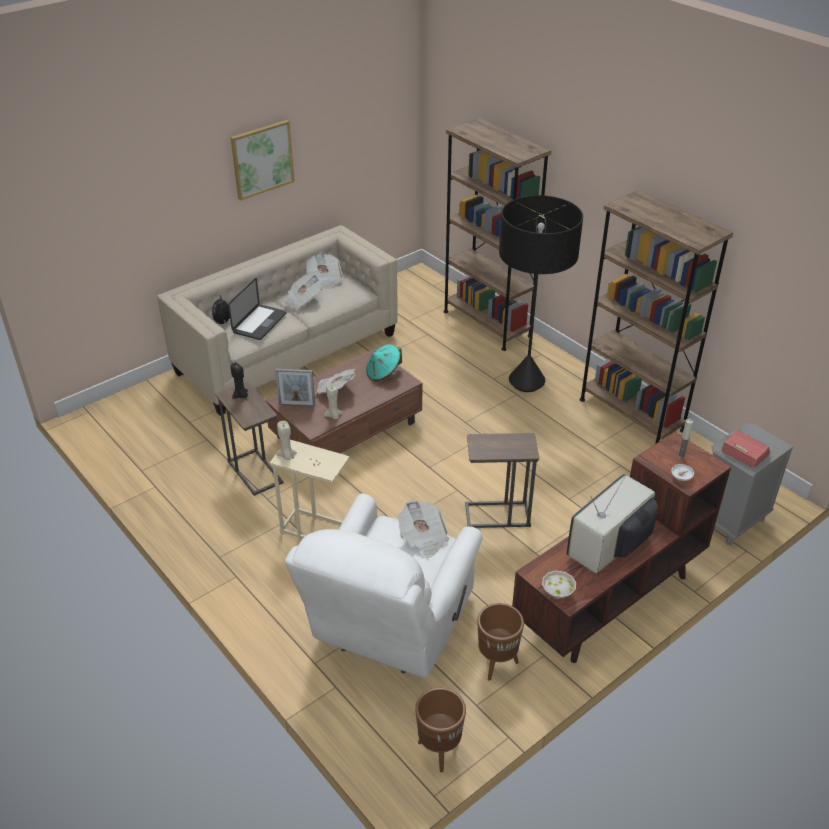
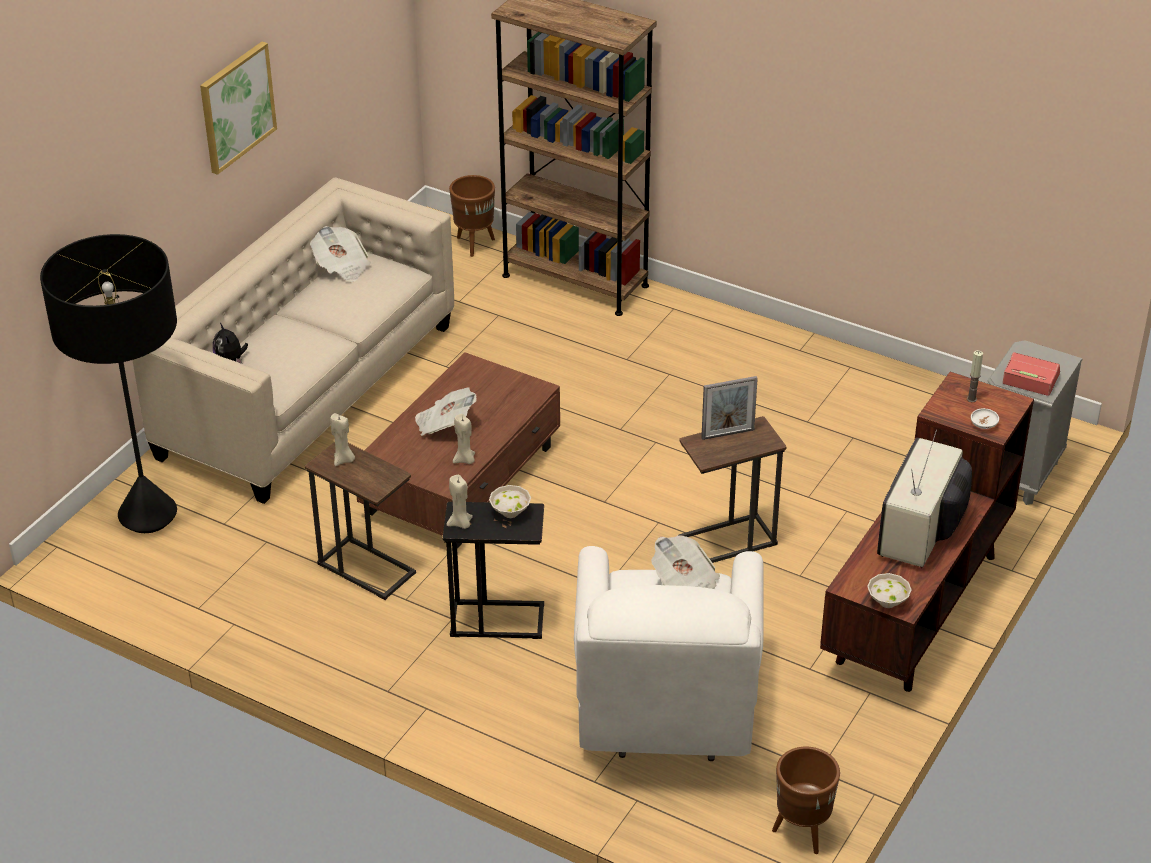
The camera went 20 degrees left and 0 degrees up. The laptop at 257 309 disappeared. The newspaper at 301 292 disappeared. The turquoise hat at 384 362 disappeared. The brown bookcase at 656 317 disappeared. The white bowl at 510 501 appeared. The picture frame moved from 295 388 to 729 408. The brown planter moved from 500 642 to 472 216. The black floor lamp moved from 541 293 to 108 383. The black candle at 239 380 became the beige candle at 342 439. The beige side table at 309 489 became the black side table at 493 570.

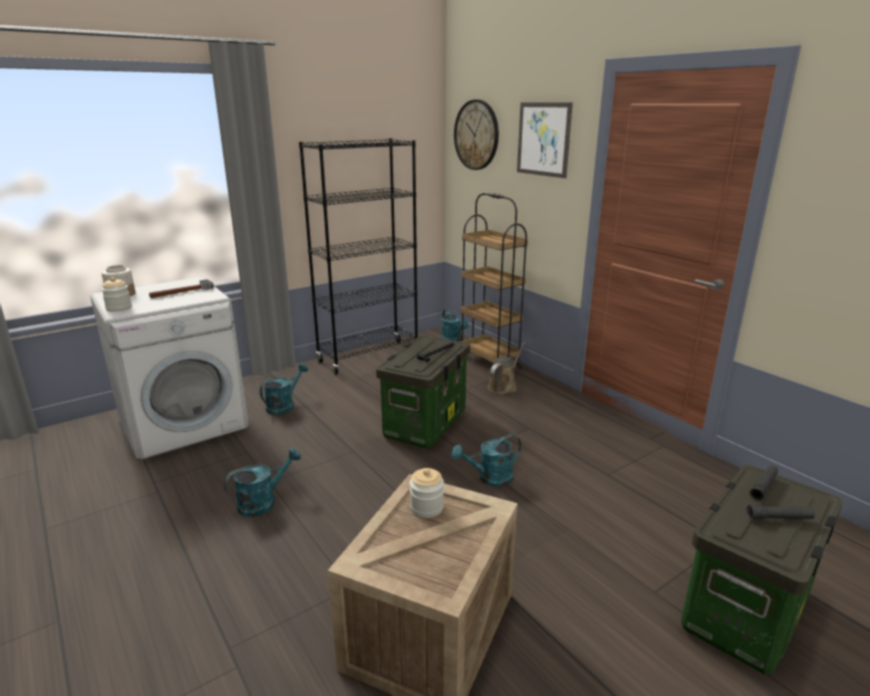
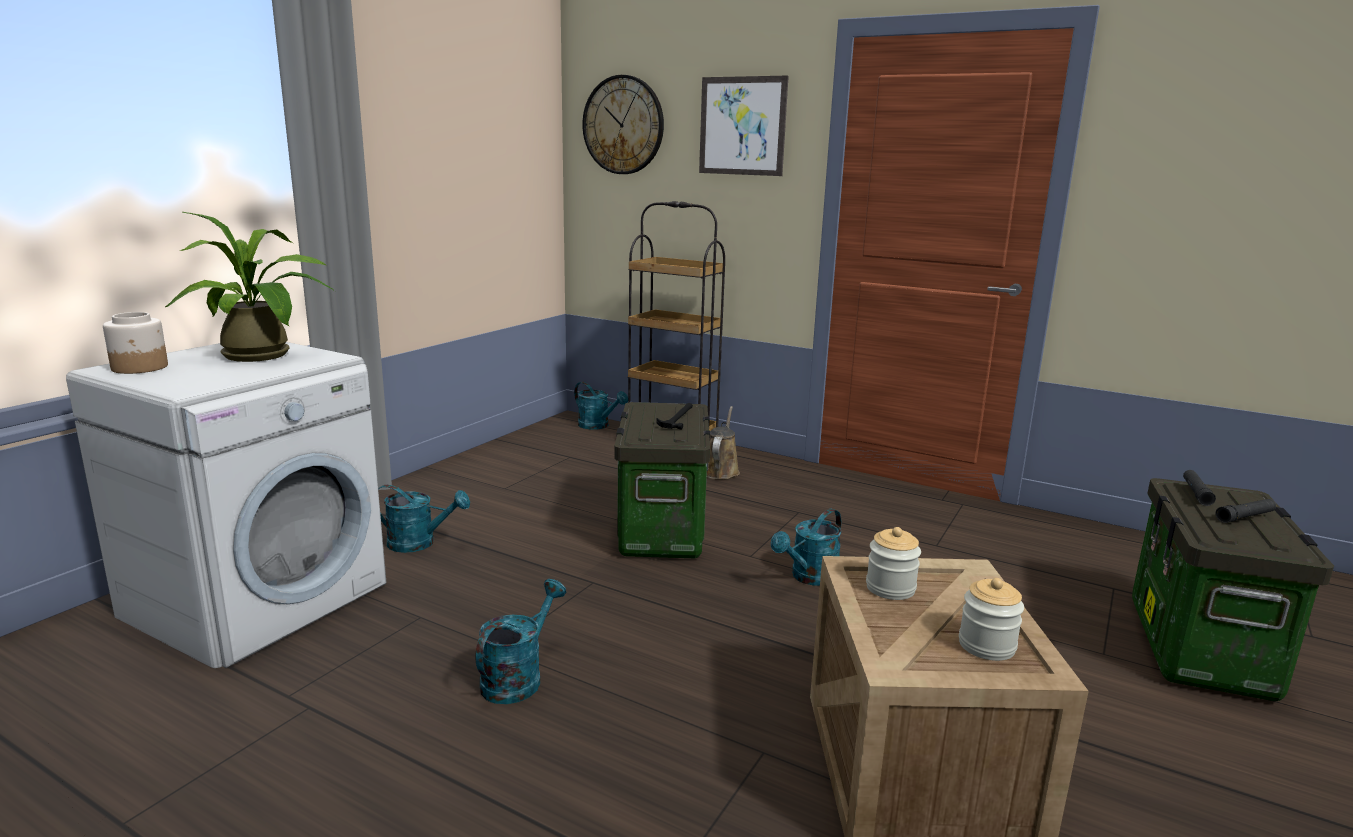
The camera went 25 degrees left and 5 degrees down. The black bookcase at 358 256 disappeared. The jar moved from 116 294 to 991 619. The hammer at 181 288 was replaced by the potted plant at 250 287. The turquoise watering can at 284 389 turned 90 degrees clockwise.

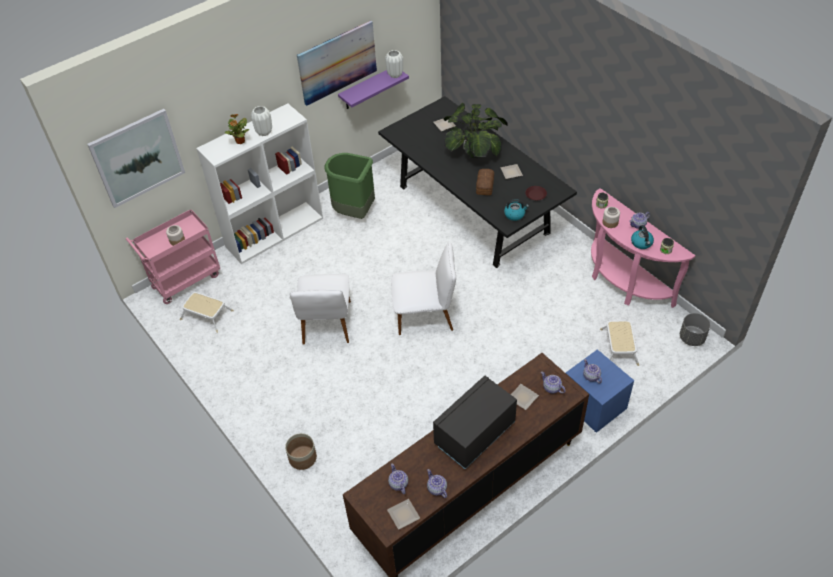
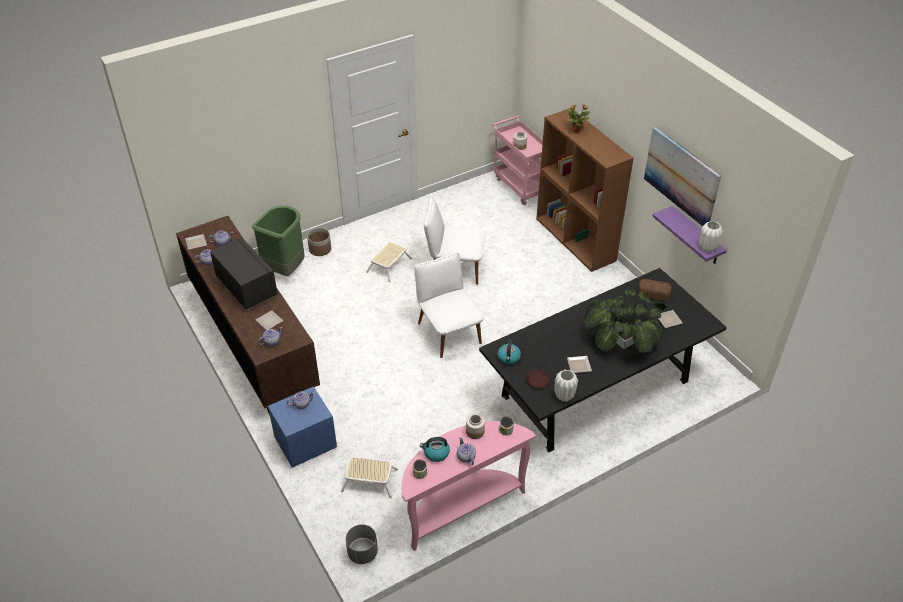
The camera went 95 degrees right and 5 degrees down. The picture at 136 158 disappeared. The beige step ladder moved from 207 312 to 389 262. The white vase moved from 261 121 to 566 386. The green trash can moved from 349 186 to 278 241. The bread moved from 485 182 to 655 290. The white bookcase at 259 184 became the brown bookcase at 585 190. The white chair at 423 288 turned 150 degrees clockwise.

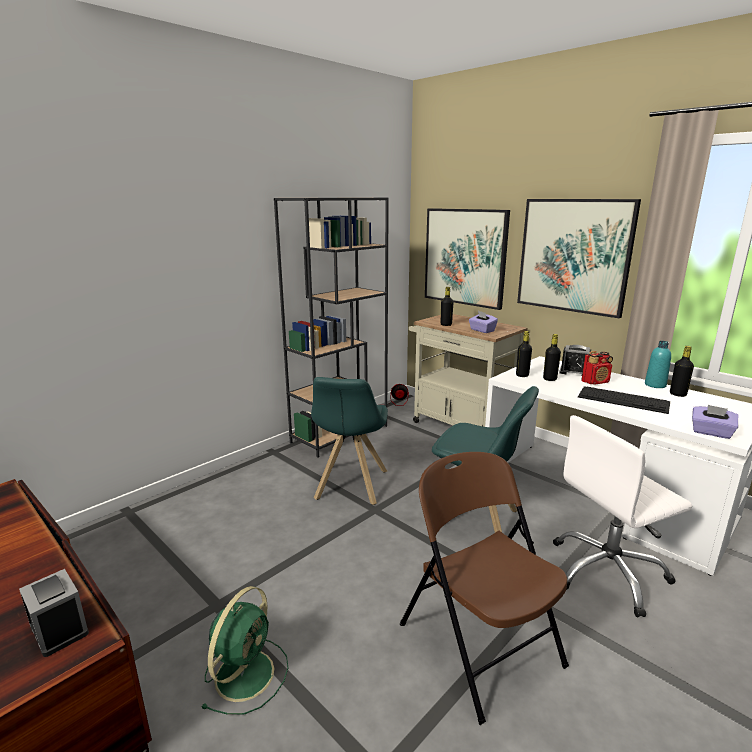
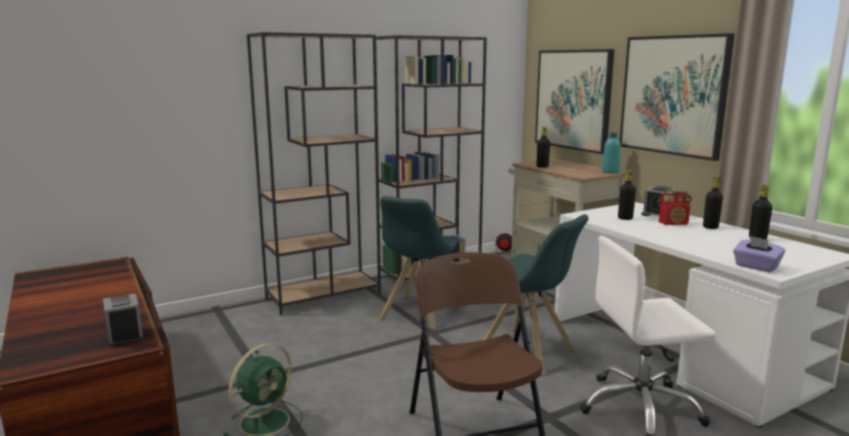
The camera went 15 degrees right and 5 degrees down. The purple tissue box at 483 322 disappeared. The keyboard at 624 400 disappeared. The bookcase at 314 173 appeared. The black bottle moved from 524 354 to 713 203. The turquoise bottle moved from 658 364 to 611 153.

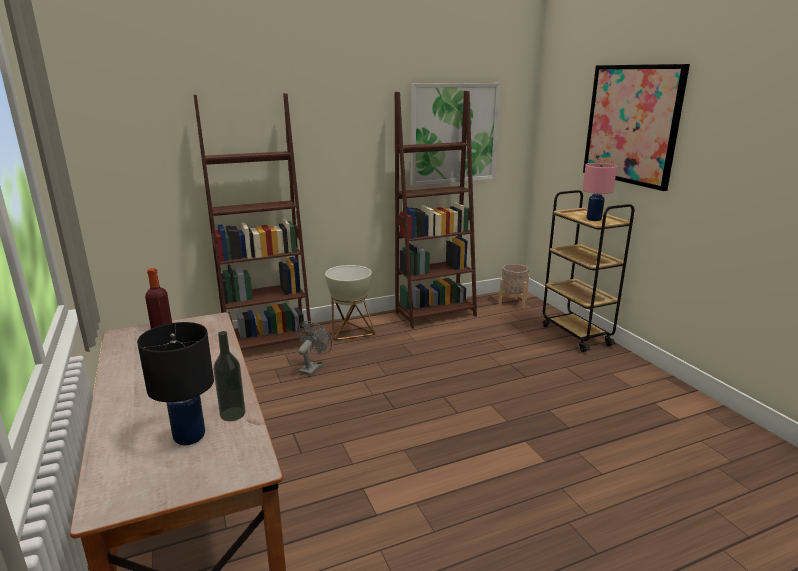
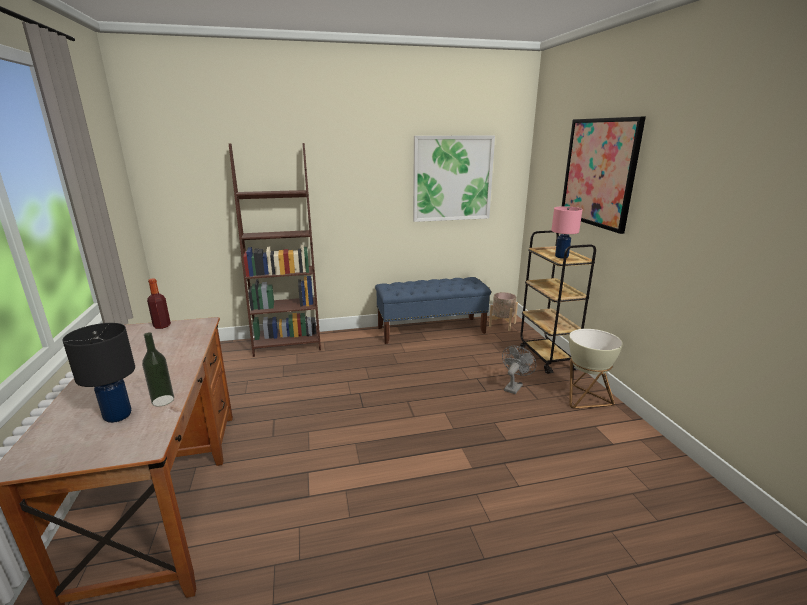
The camera went 10 degrees right and 0 degrees up. The grey fan moved from 314 348 to 519 370. The planter moved from 350 302 to 596 369. The brown bookcase at 436 209 was replaced by the blue bench at 433 310.

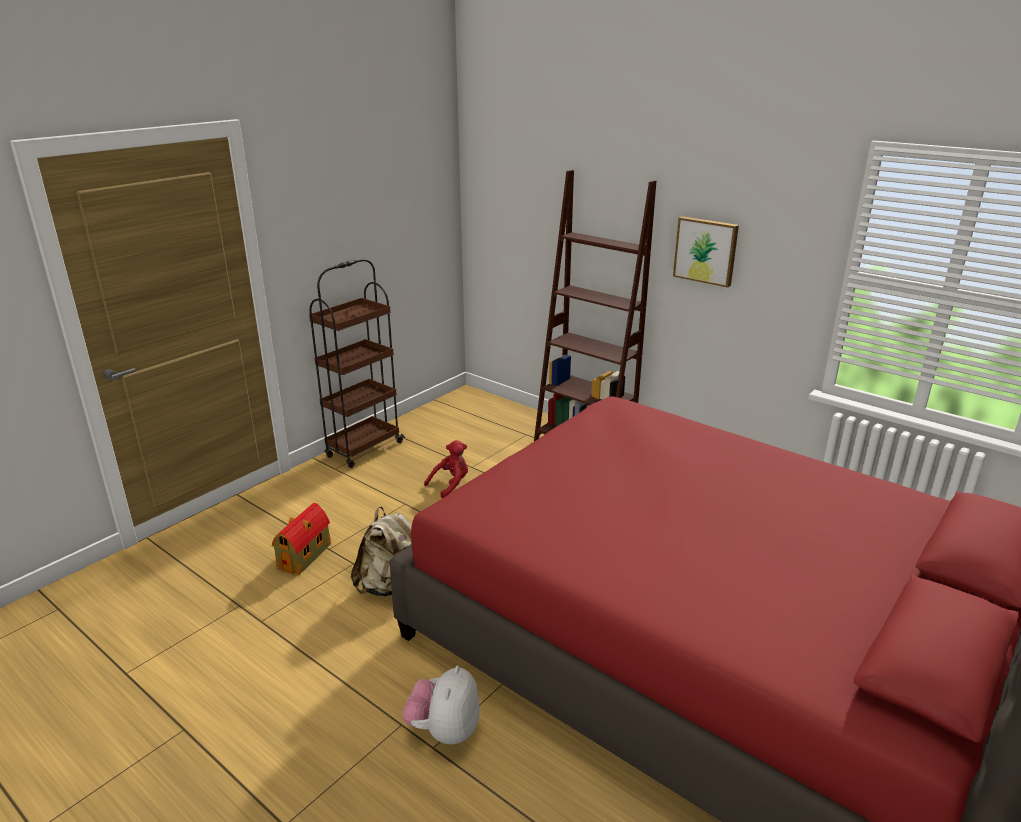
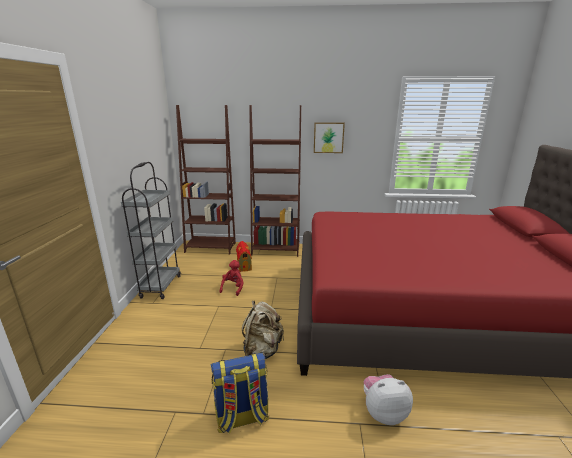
The camera went 35 degrees left and 5 degrees down. The brown bookcase at 206 180 appeared. The backpack at 240 393 appeared. The toy house moved from 301 539 to 244 256. The brown cart at 357 363 became the grey cart at 151 230. The plush toy at 441 705 turned 105 degrees clockwise.

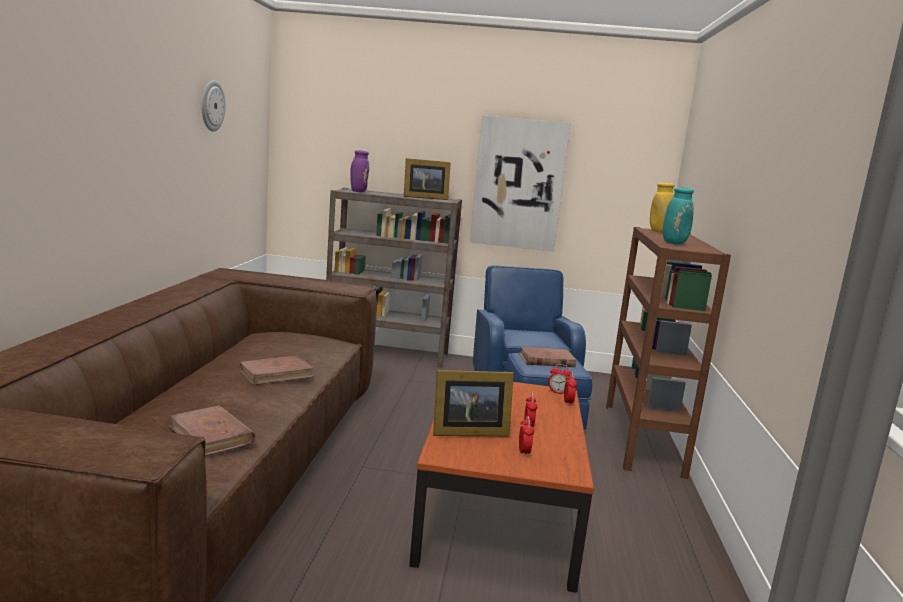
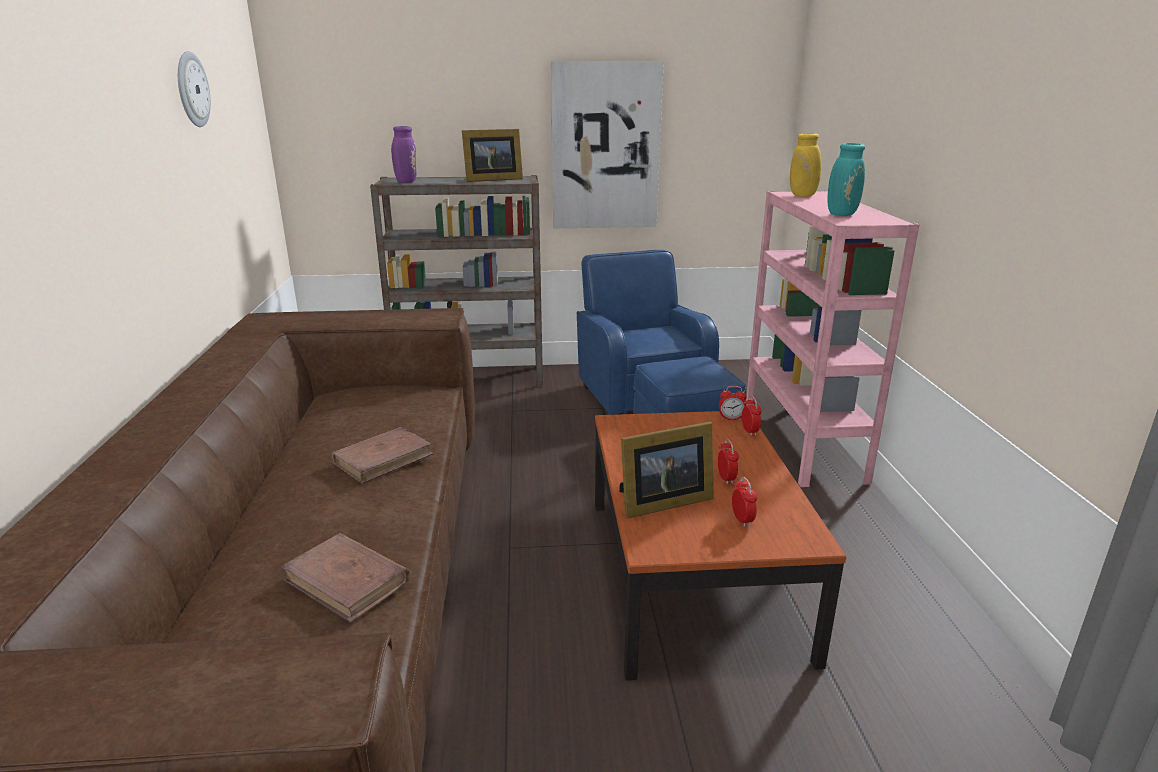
The camera went 10 degrees left and 10 degrees up. The brown book at 547 356 disappeared. The brown bookcase at 668 353 became the pink bookcase at 832 338.

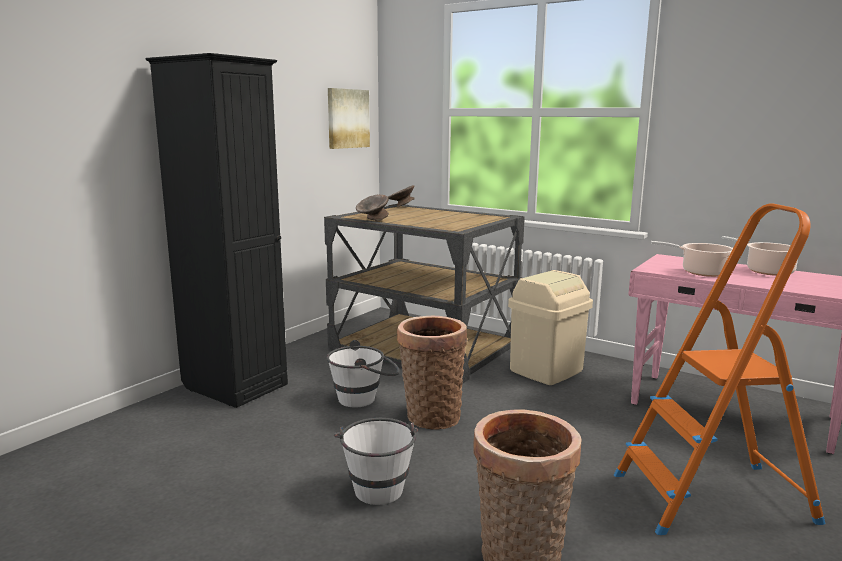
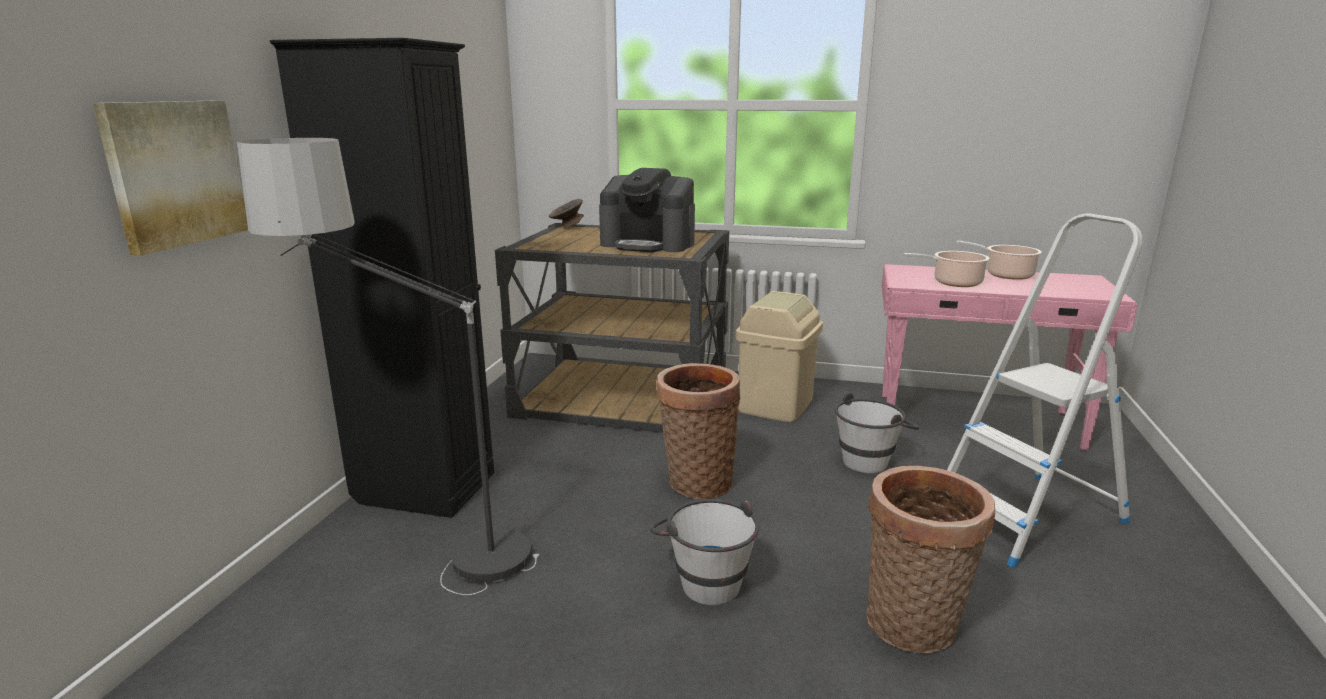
The camera went 20 degrees left and 5 degrees up. The grey bowl at 372 208 disappeared. The floor lamp at 388 366 appeared. The coffee machine at 647 210 appeared. The white bucket moved from 363 373 to 877 433. The picture moved from 349 118 to 170 177. The orange step ladder at 719 369 became the white step ladder at 1045 390.

